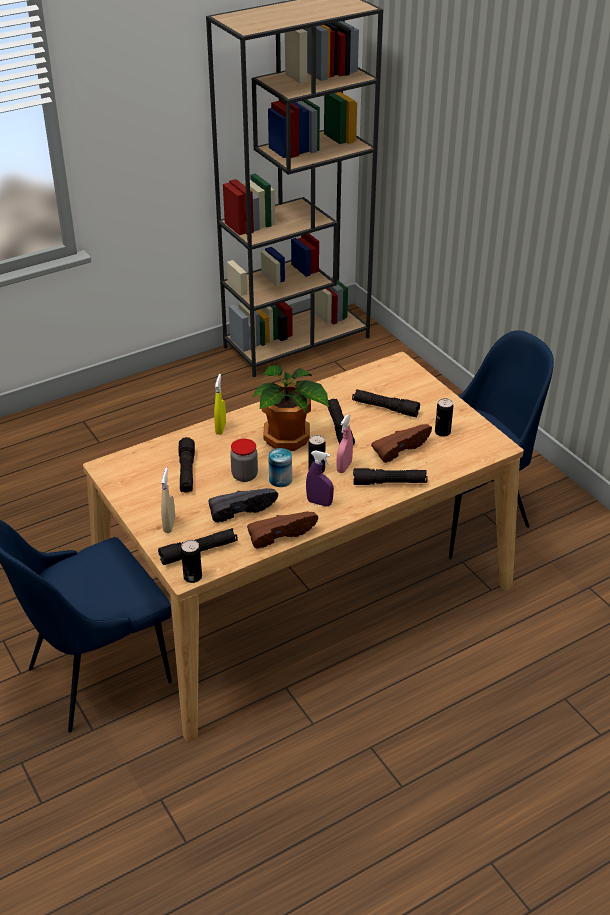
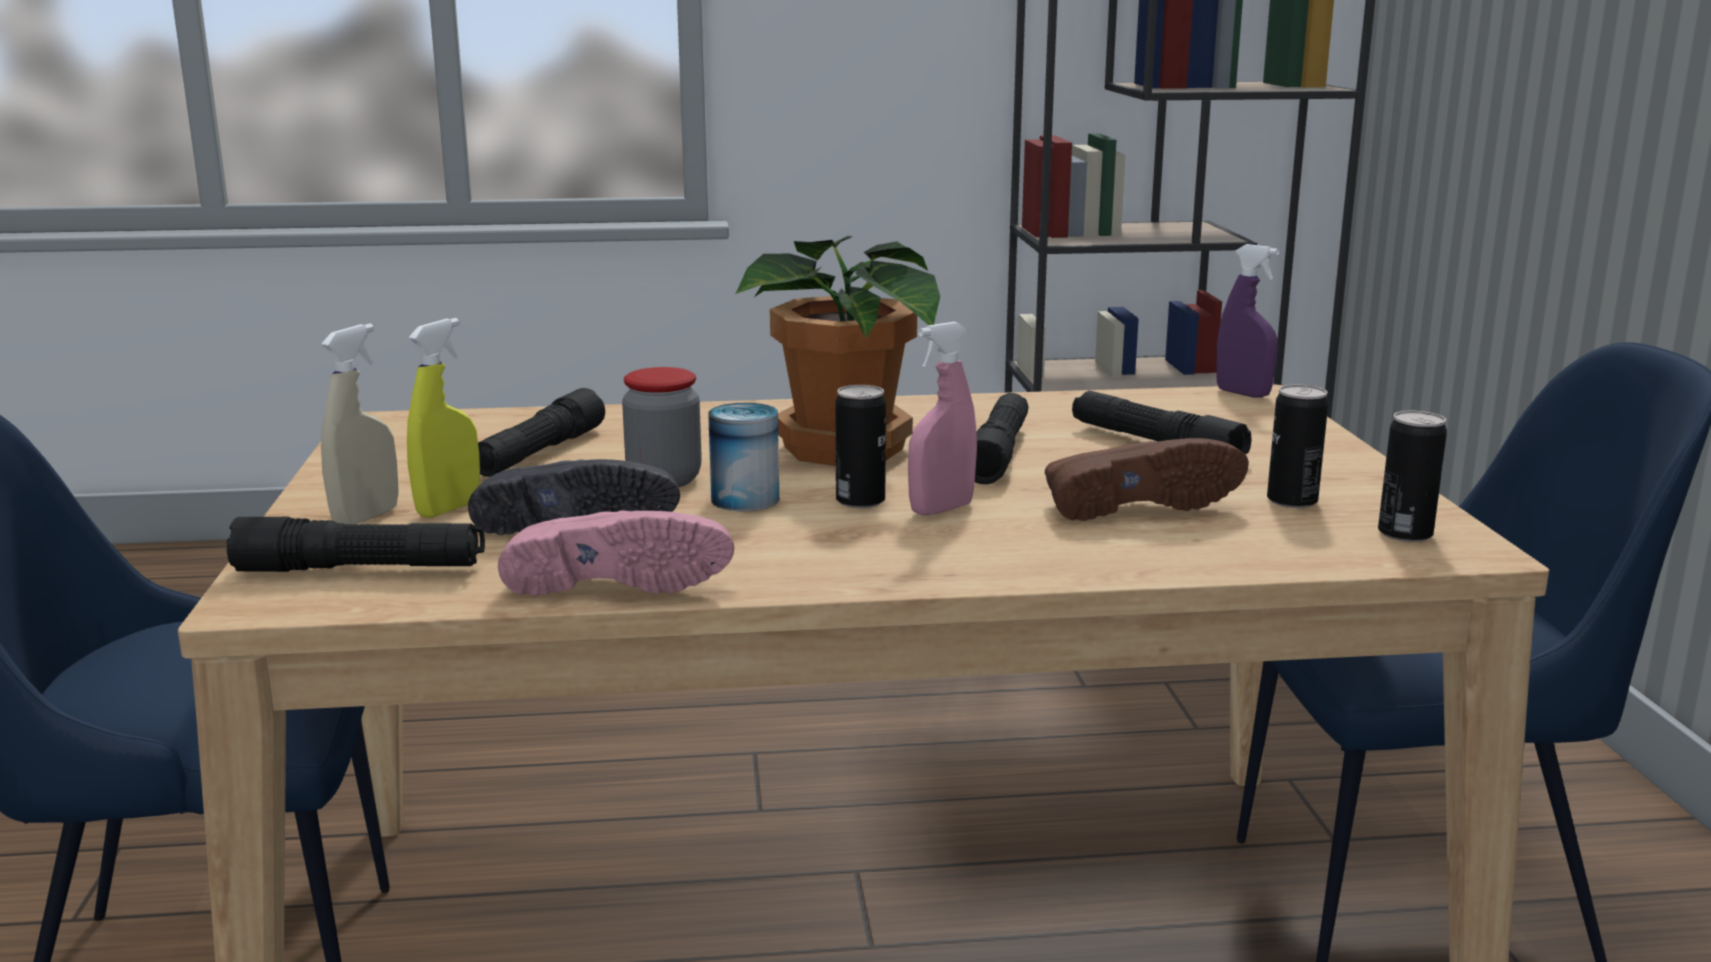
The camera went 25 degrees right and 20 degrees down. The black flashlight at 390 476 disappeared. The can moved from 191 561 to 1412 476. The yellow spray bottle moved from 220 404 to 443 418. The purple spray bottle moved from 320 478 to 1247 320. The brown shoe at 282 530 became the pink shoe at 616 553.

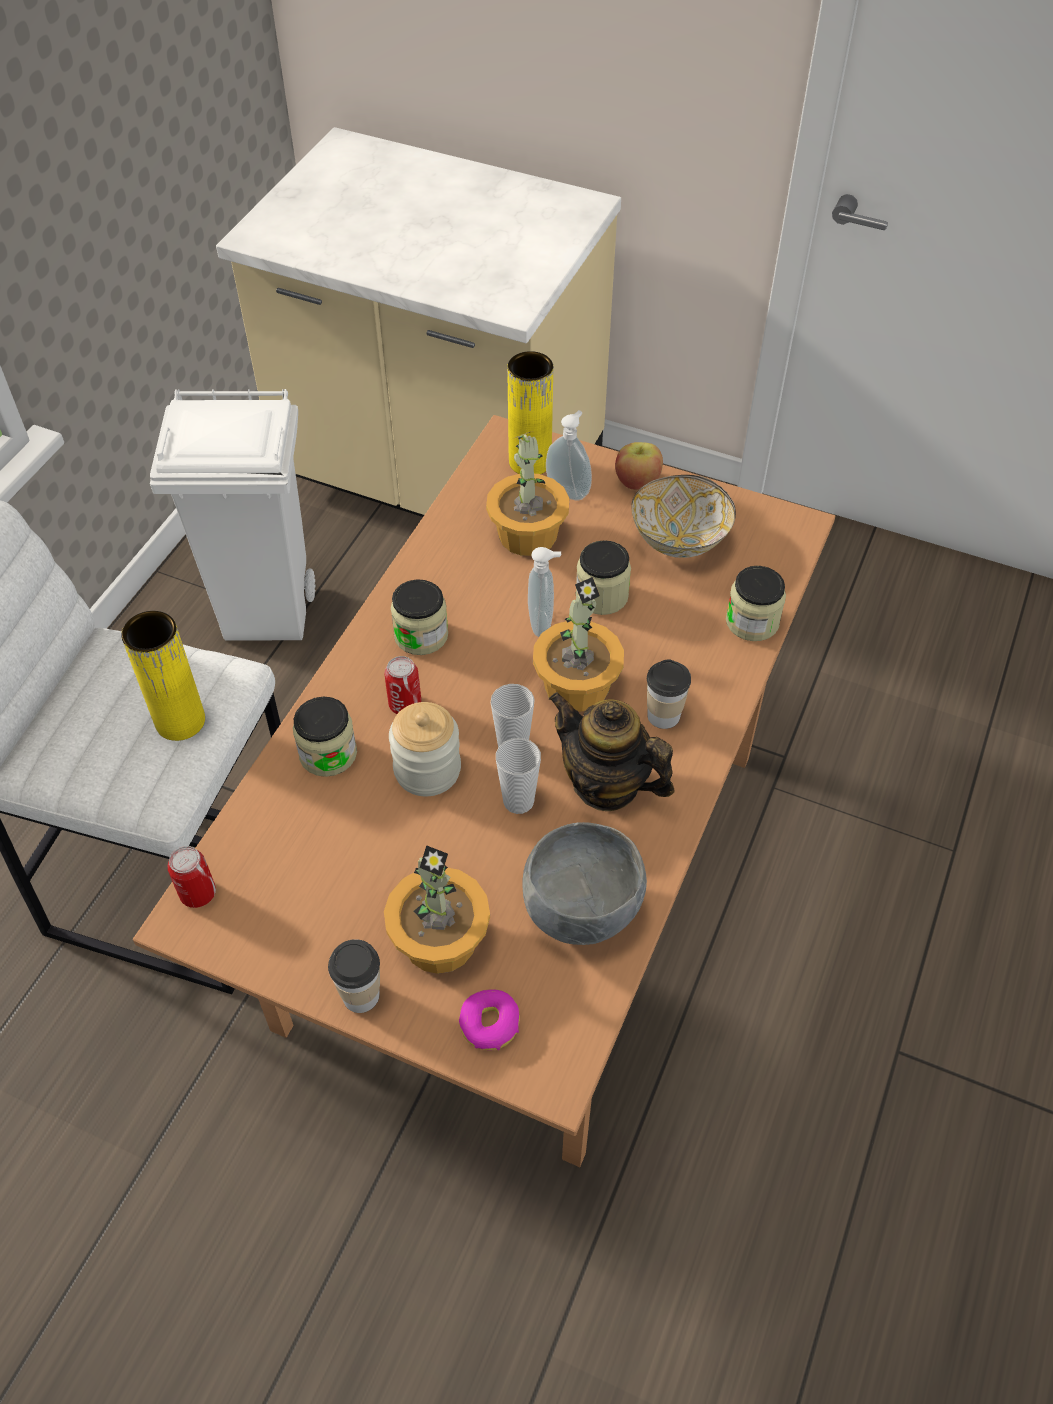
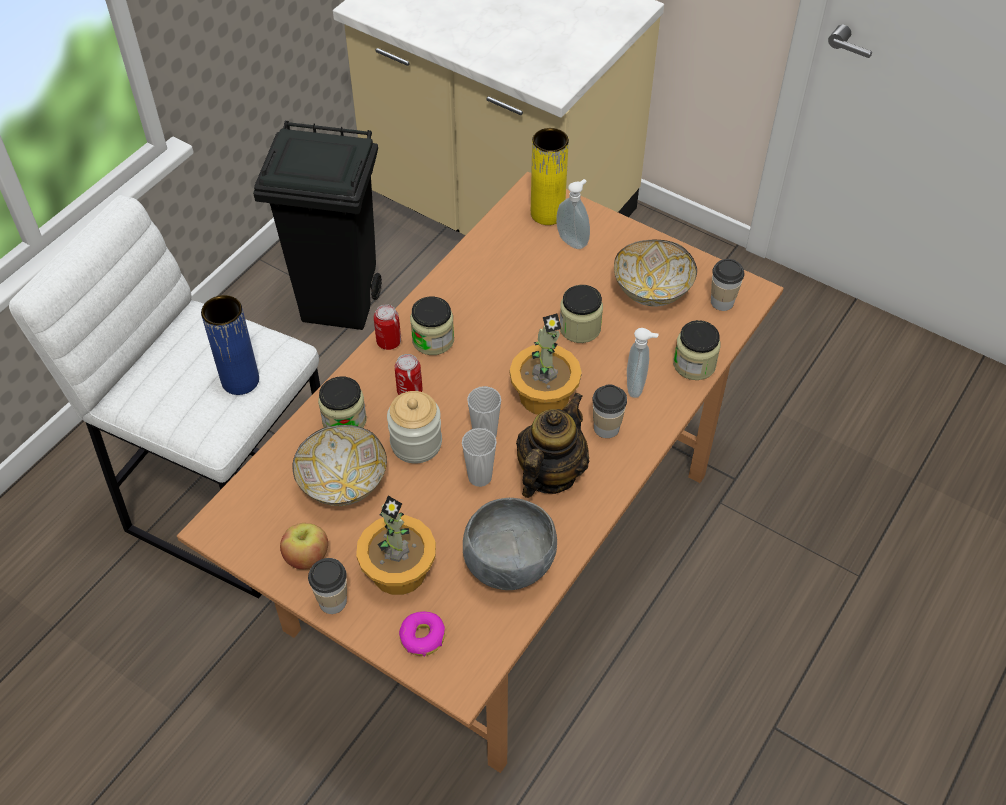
The camera went 10 degrees right and 0 degrees up. The potted plant at 527 493 disappeared. The bowl at 339 465 appeared. The cup at 728 285 appeared. The can moved from 192 877 to 387 327. The soap dispenser moved from 544 592 to 642 363. The apple moved from 639 466 to 304 546. The yellow vase at 163 676 became the blue vase at 230 345. The white trash can at 232 514 became the black trash can at 317 225. The teapot at 612 751 turned 75 degrees clockwise.

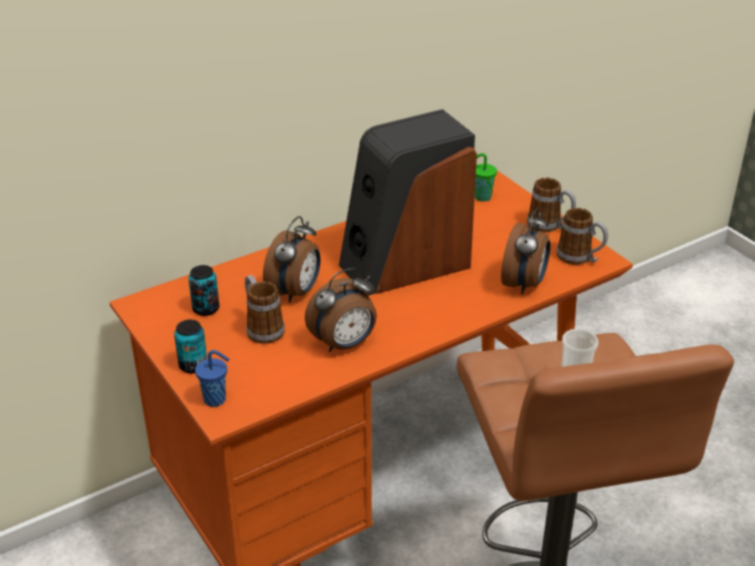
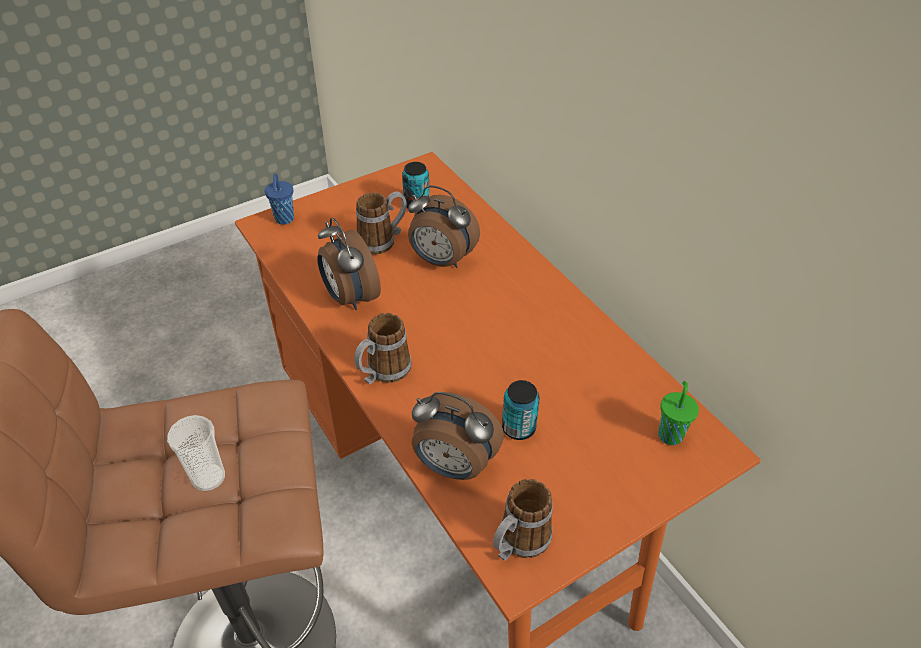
The camera went 90 degrees right and 10 degrees up. The speaker at 408 202 disappeared. The can moved from 190 346 to 521 410. The mug moved from 551 204 to 383 348.

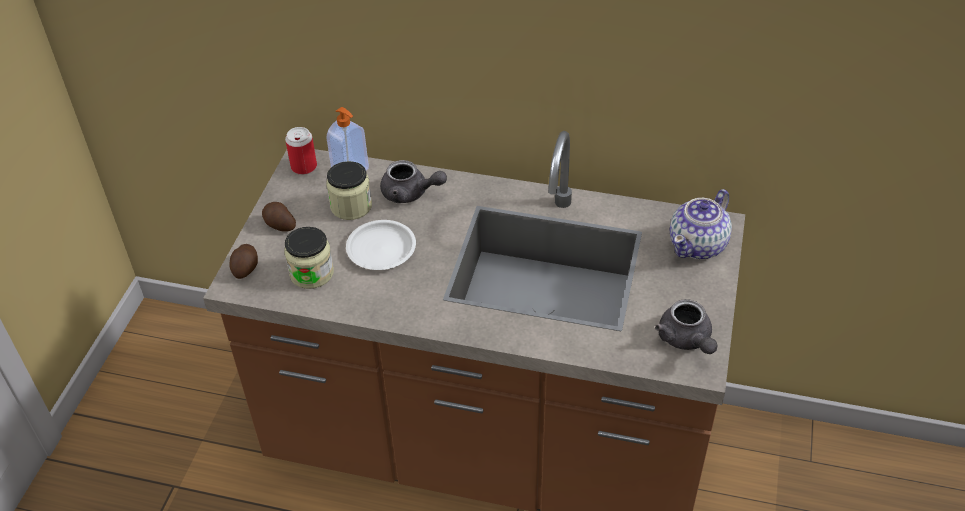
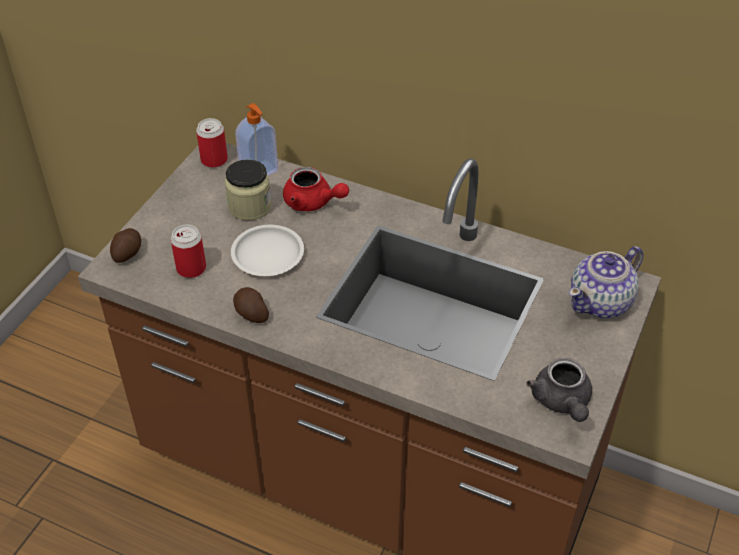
The camera went 10 degrees right and 0 degrees up. The potato moved from 279 217 to 251 305. The jar at 309 258 was replaced by the can at 188 251. The grey teapot at 413 181 became the red teapot at 316 189.

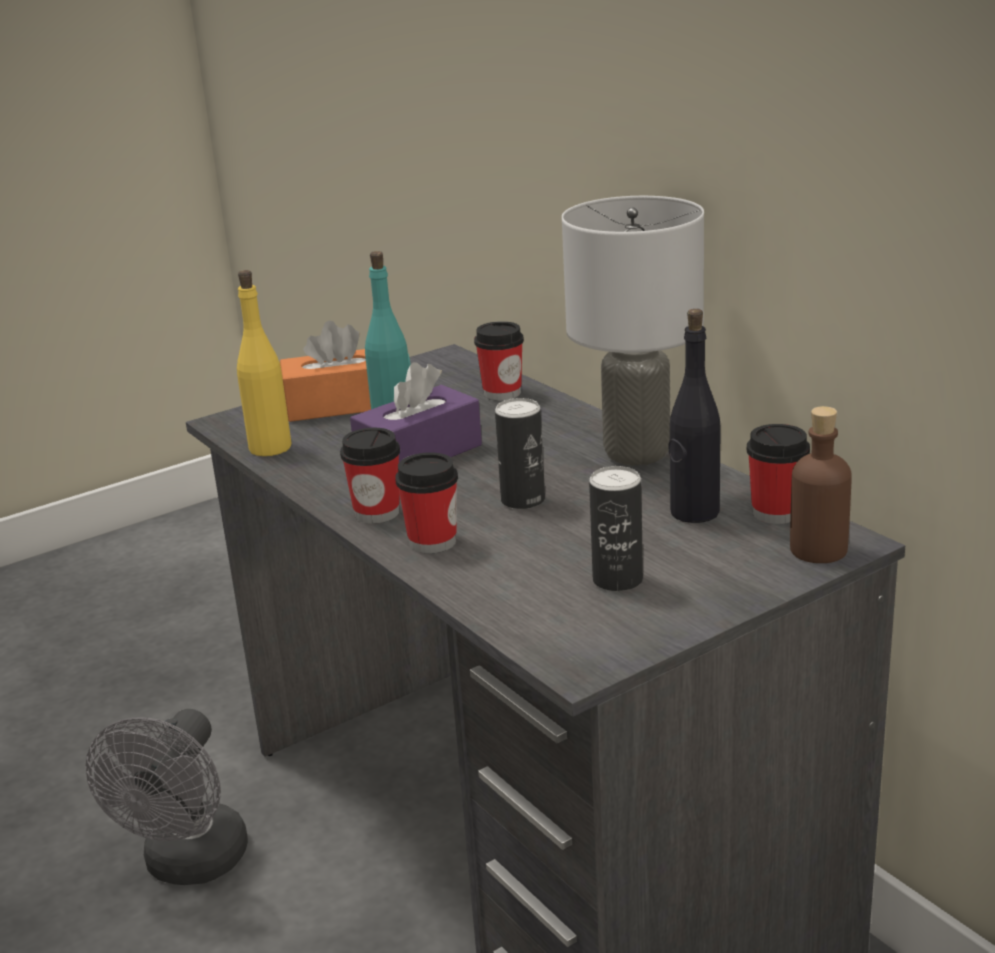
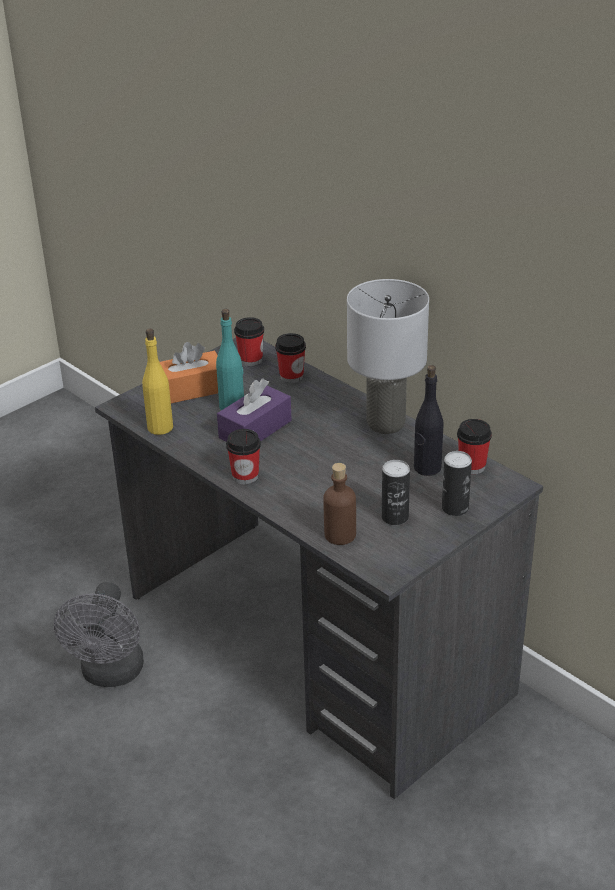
The camera went 10 degrees left and 10 degrees up. The cup moved from 426 502 to 249 341. The can moved from 520 453 to 457 483. The brown bottle moved from 821 484 to 339 504.

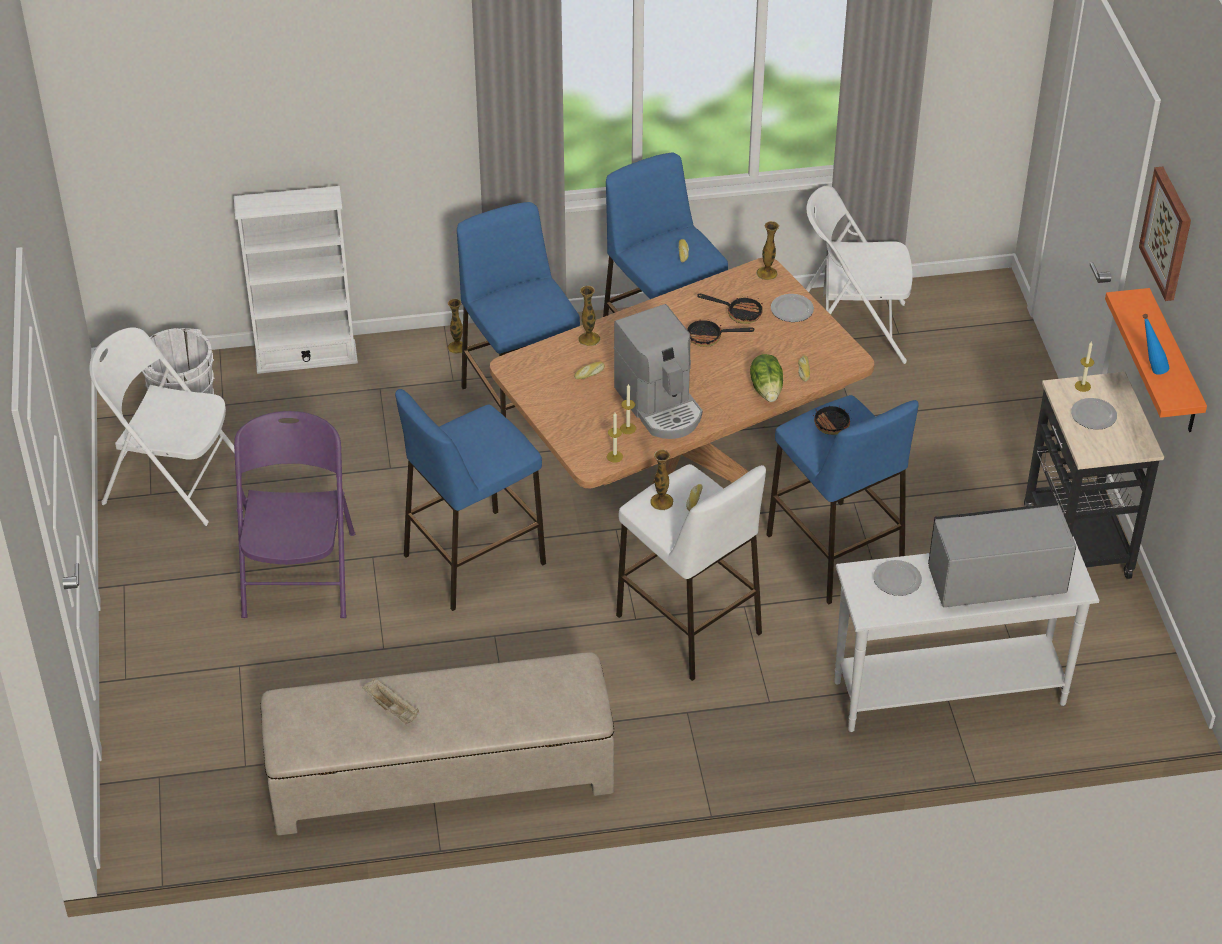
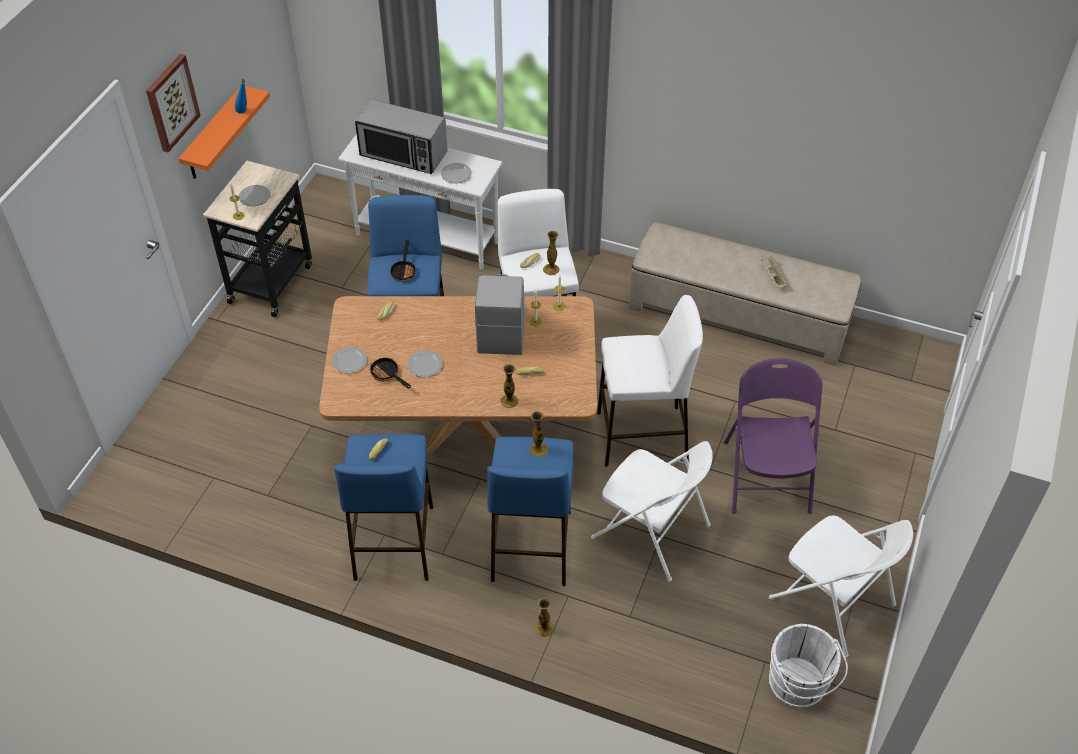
The camera went 150 degrees left and 5 degrees up. The white bookcase at 296 280 disappeared. The lettuce at 766 378 disappeared. The vase moved from 767 250 to 538 434. The white chair moved from 859 274 to 652 511. The frying pan at 720 333 was replaced by the plate at 425 363. The blue stool at 470 500 became the white stool at 650 381. The purple chair at 294 514 turned 150 degrees clockwise.

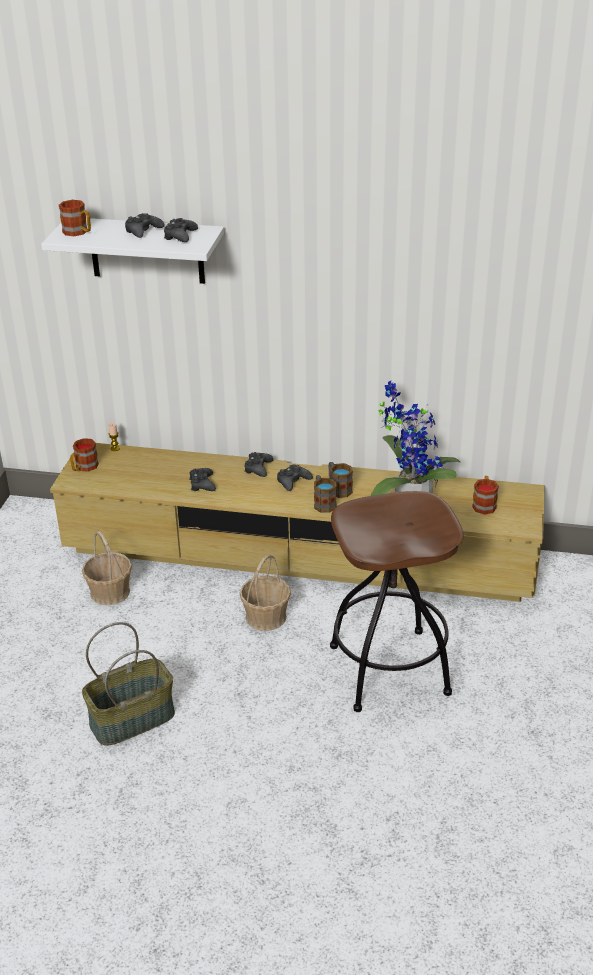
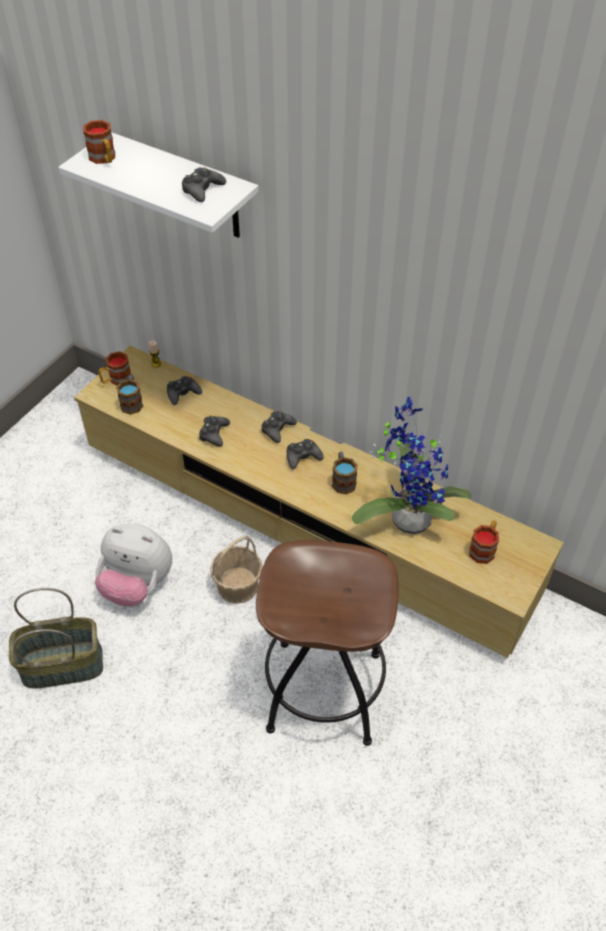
The camera went 20 degrees right and 15 degrees up. The basket at 107 568 disappeared. The plush toy at 133 565 appeared. The black game controller moved from 145 225 to 184 390. The mug moved from 325 494 to 129 395.

